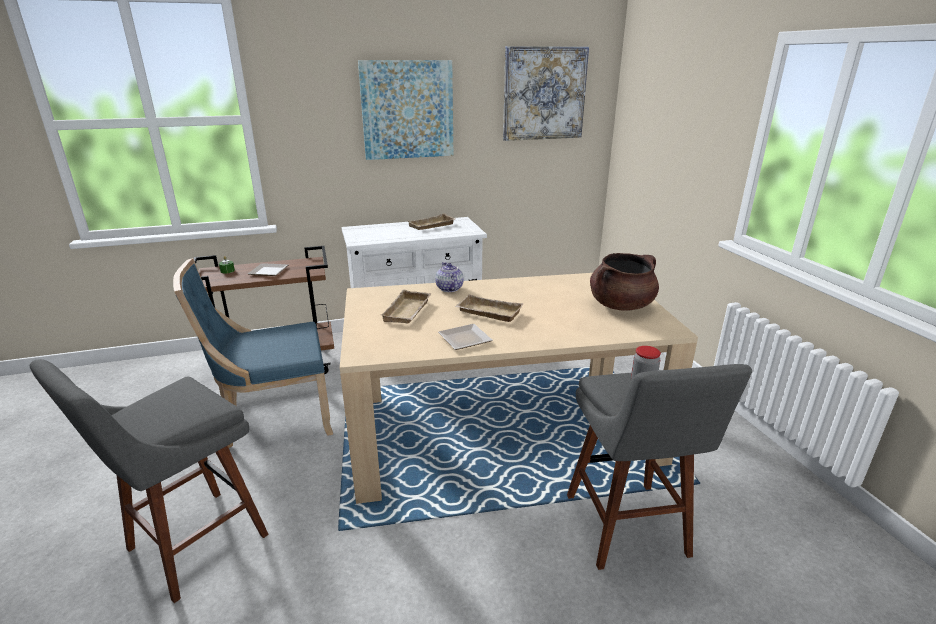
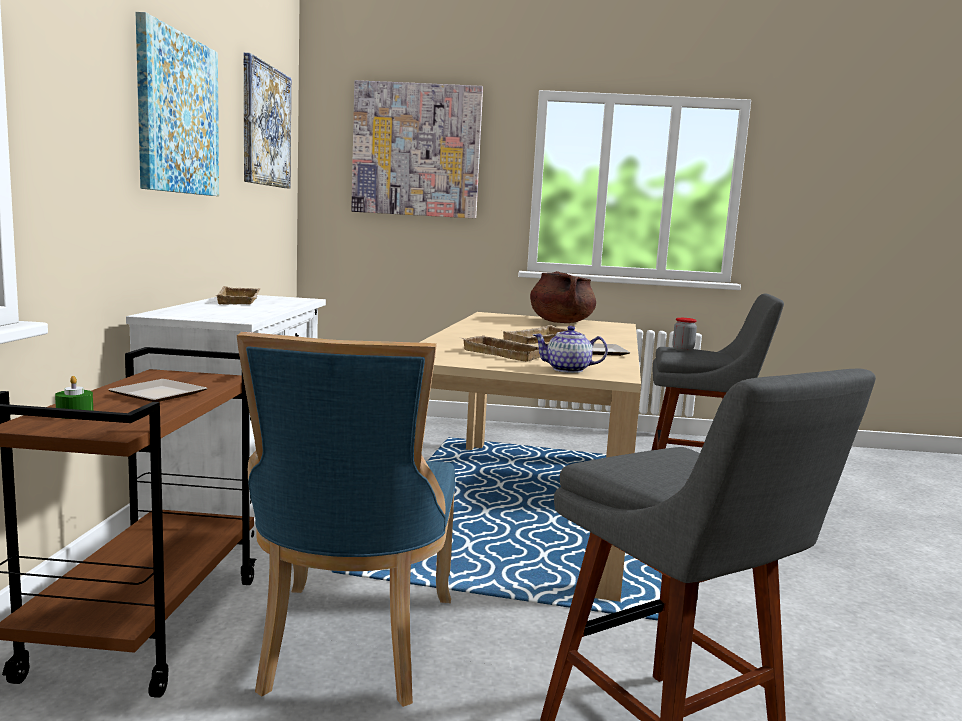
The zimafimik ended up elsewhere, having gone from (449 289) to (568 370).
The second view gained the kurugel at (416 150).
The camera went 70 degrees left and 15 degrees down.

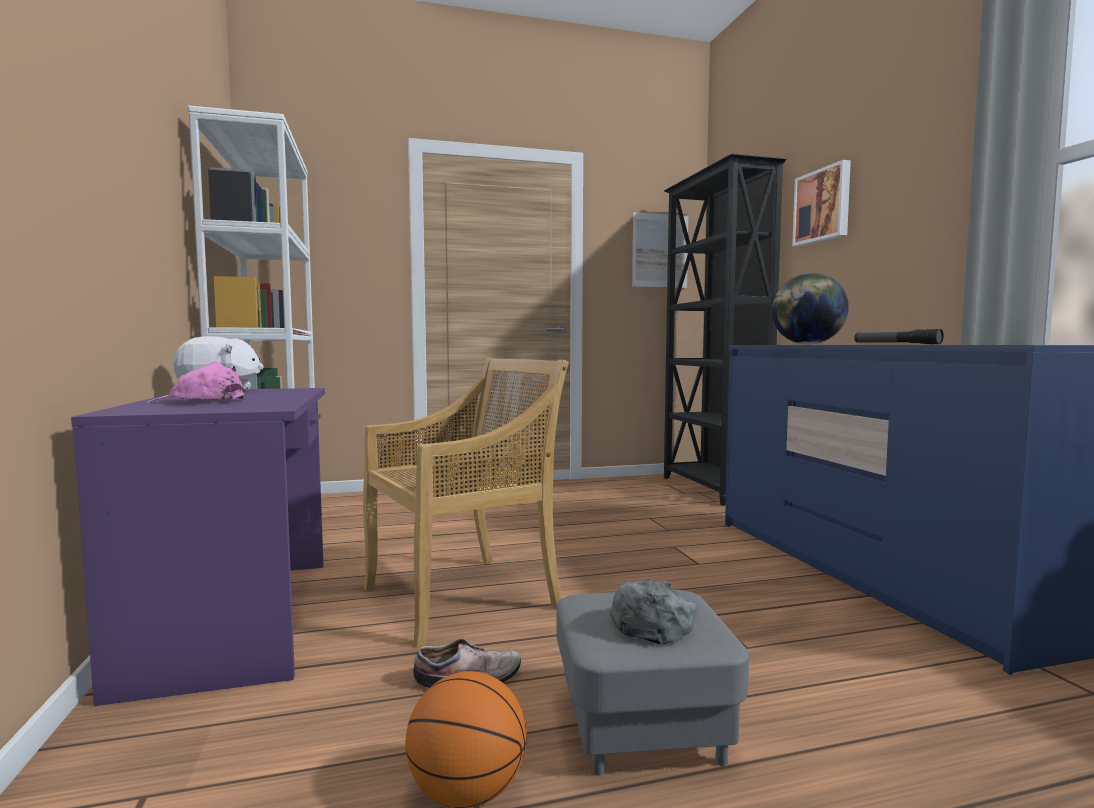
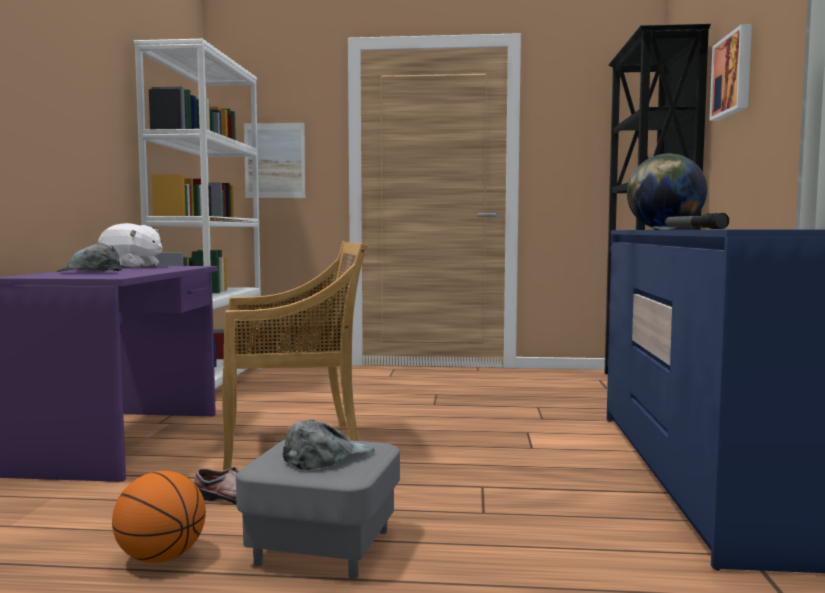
The kurugel ended up elsewhere, having gone from (660 250) to (274 160).
What was the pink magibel at (197 401) turned into the grey magibel at (89 272).
The camera went 20 degrees right and 0 degrees up.

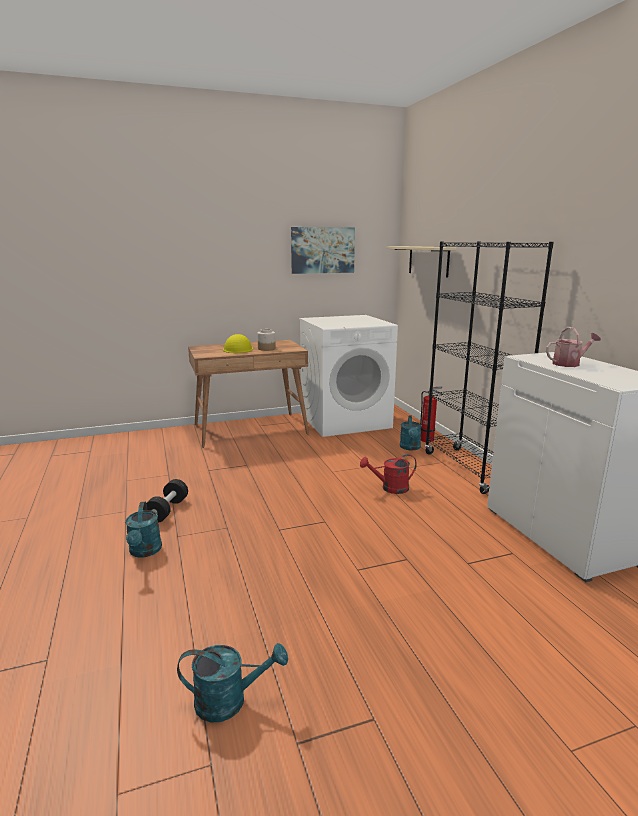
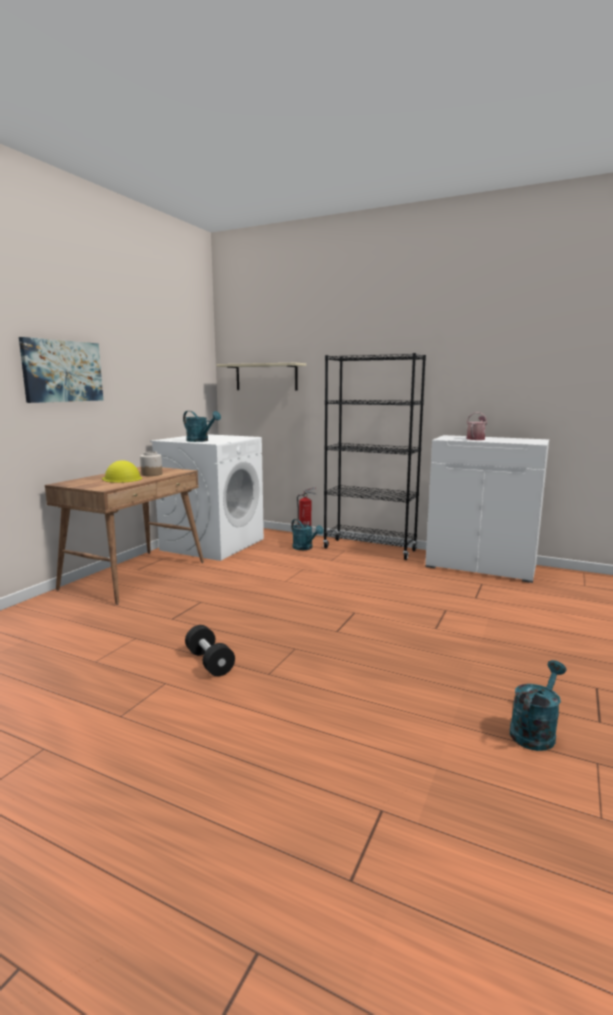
The kurugel ended up elsewhere, having gone from (322 250) to (62 371).
The second view lost the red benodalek at (390 488).
The turquoise benodalek ended up elsewhere, having gone from (145 552) to (200 441).
The camera went 45 degrees left and 5 degrees down.

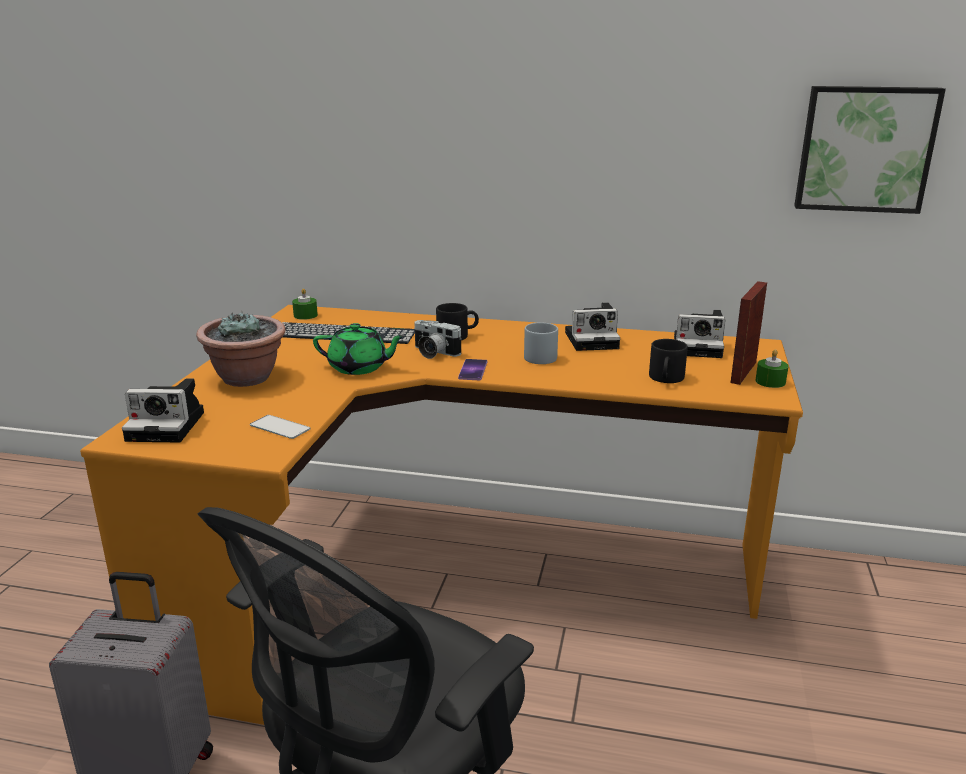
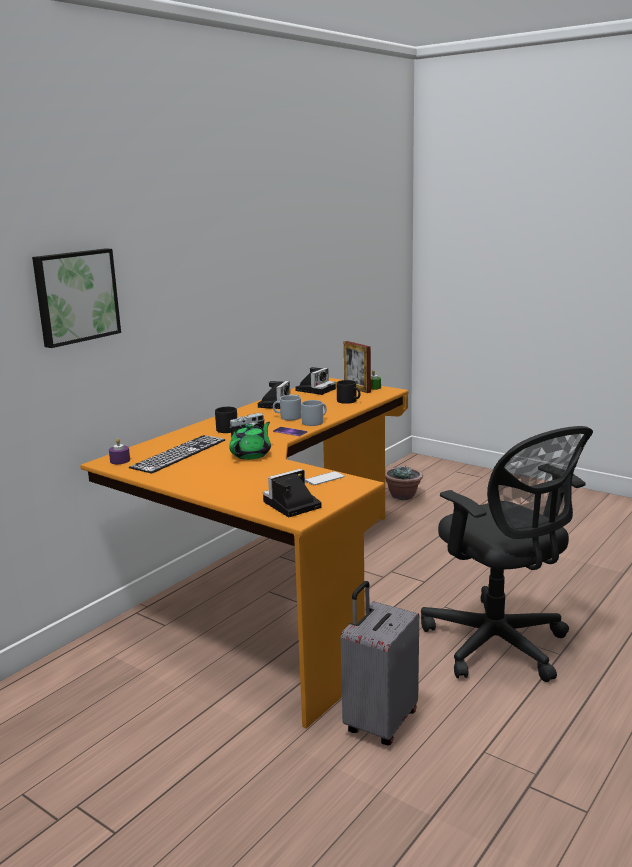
The kurugel ended up elsewhere, having gone from (864 149) to (75 296).
What was the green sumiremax at (305 315) turned into the purple sumiremax at (120 460).
The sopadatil ended up elsewhere, having gone from (247 378) to (403 496).
The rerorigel at (169 426) ended up facing another way, 150 degrees counterclockwise from before.
The second view gained the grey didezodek at (315 421).
The camera went 65 degrees left and 5 degrees down.

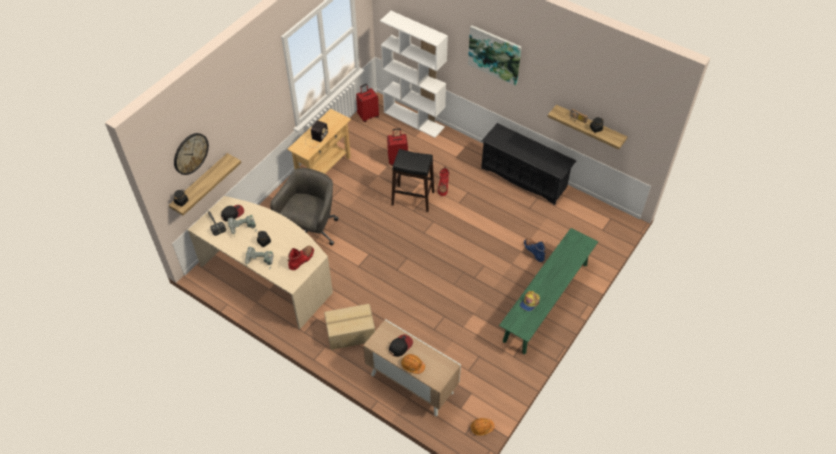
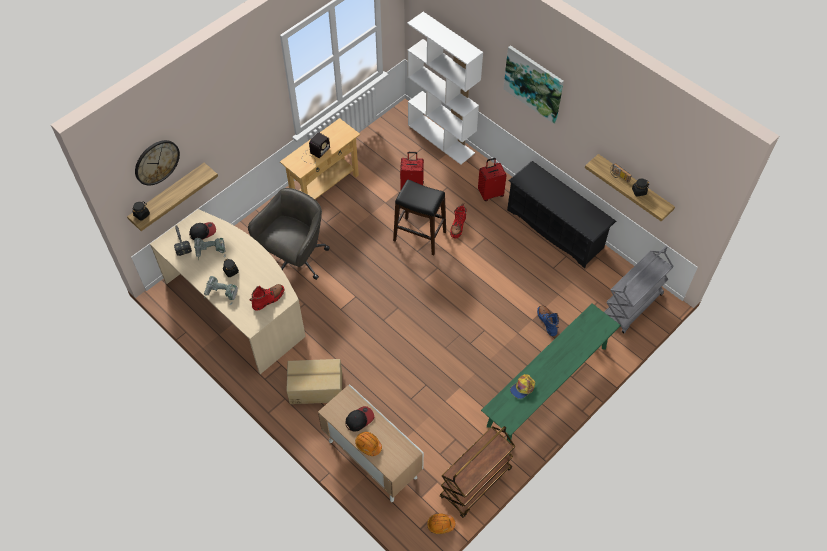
The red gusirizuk ended up elsewhere, having gone from (368 116) to (490 193).
The second view gained the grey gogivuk at (632 306).
The second view gained the brown gogivuk at (476 483).
The camera went 10 degrees right and 5 degrees up.

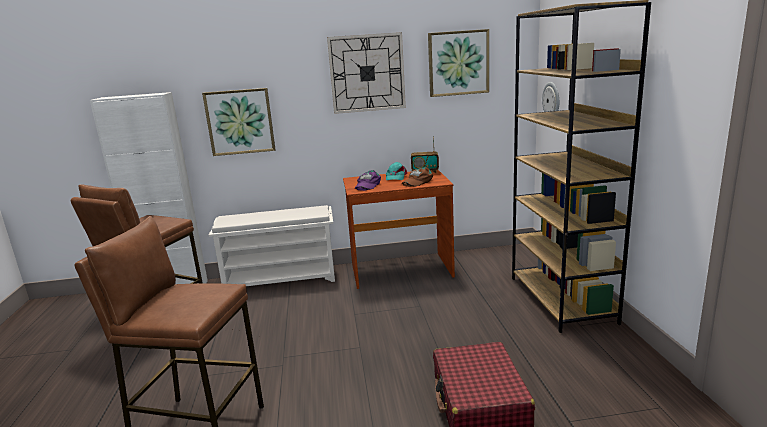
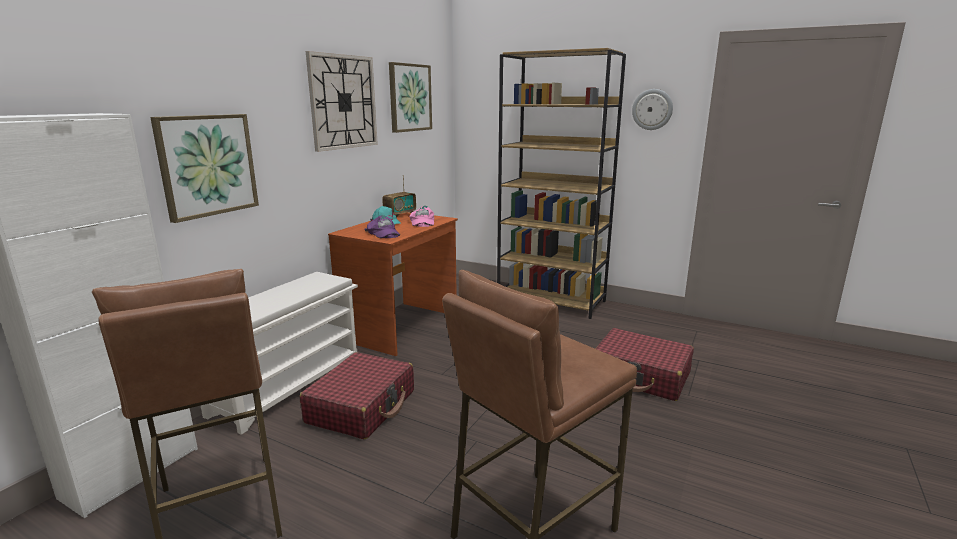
The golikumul ended up elsewhere, having gone from (552 100) to (652 109).
What was the brown magibel at (417 182) turned into the pink magibel at (422 222).
The second view gained the red gusirizuk at (362 407).
The camera went 55 degrees left and 0 degrees up.

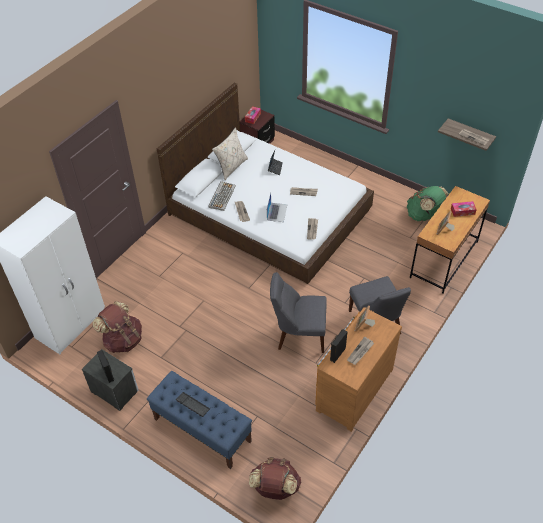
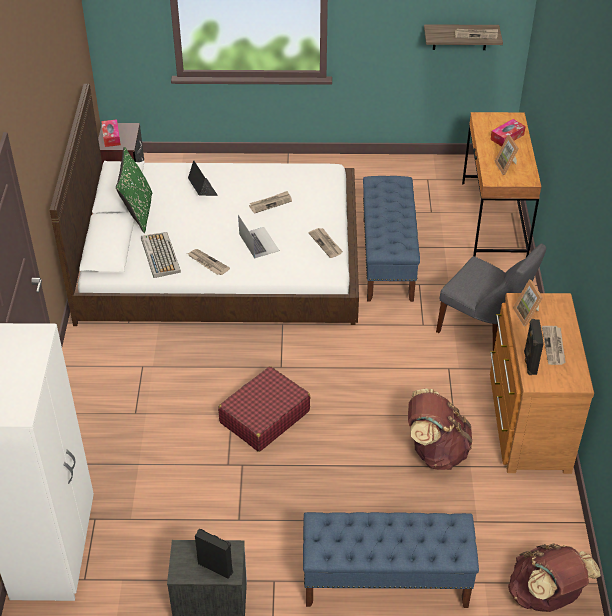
What was the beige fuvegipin at (231 167) turned into the green fuvegipin at (137 212).
The second view lost the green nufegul at (423 215).
The second view lost the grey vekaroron at (299 335).
The brown nufegul ended up elsewhere, having gone from (123 340) to (435 451).
The second view lost the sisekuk at (192 405).
The second view gained the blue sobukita at (387 258).
The second view gained the red gusirizuk at (264 417).
The camera went 35 degrees left and 5 degrees down.

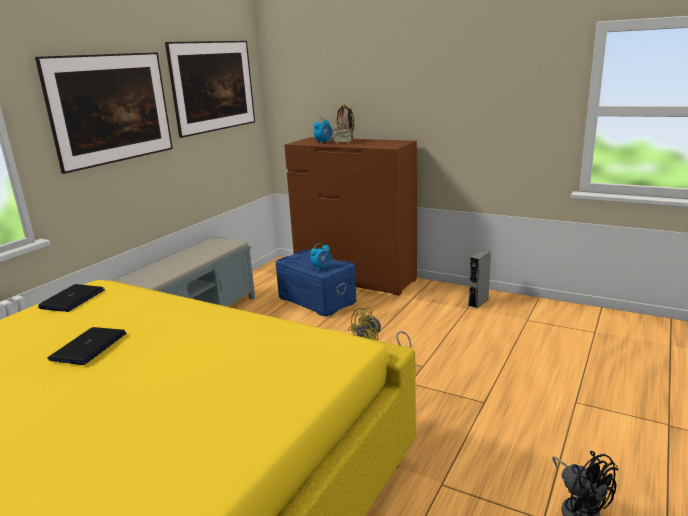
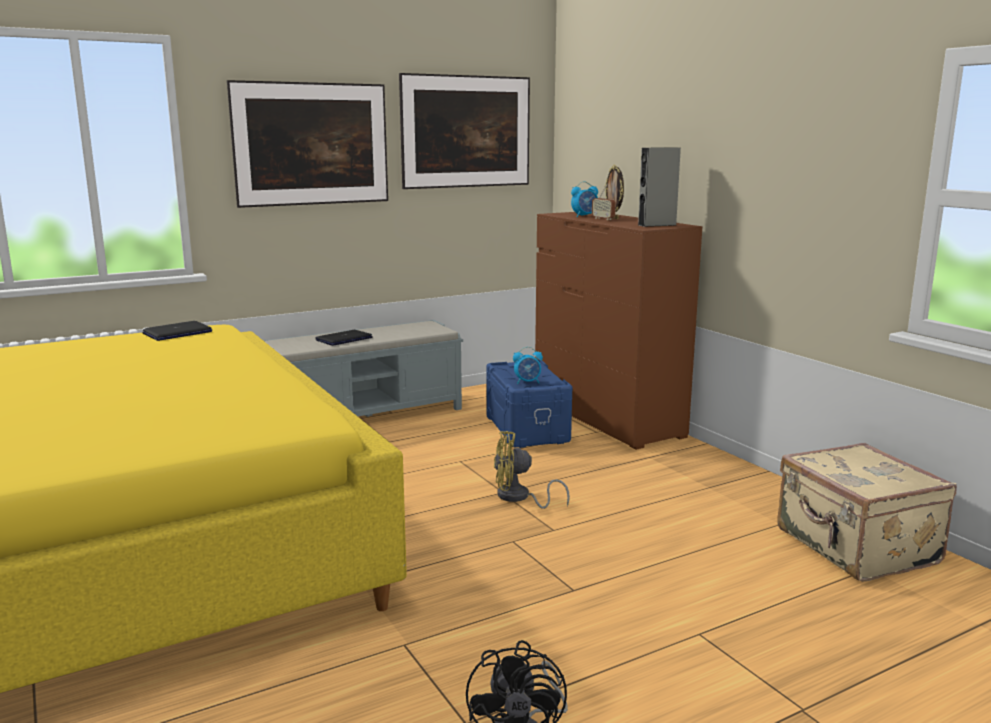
The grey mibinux ended up elsewhere, having gone from (478 302) to (657 225).
The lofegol ended up elsewhere, having gone from (89 347) to (344 339).
The second view gained the beige gusirizuk at (855 547).
The camera went 30 degrees right and 5 degrees down.

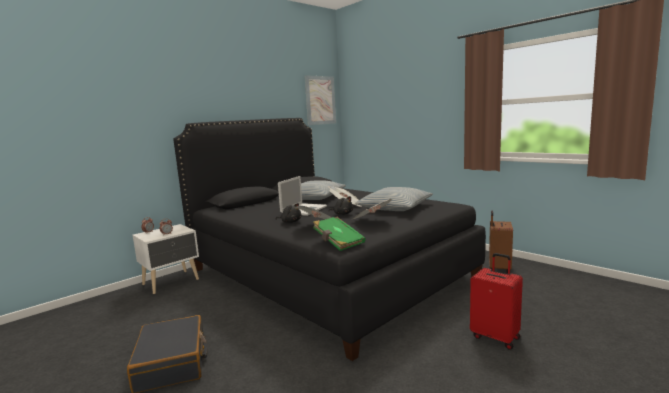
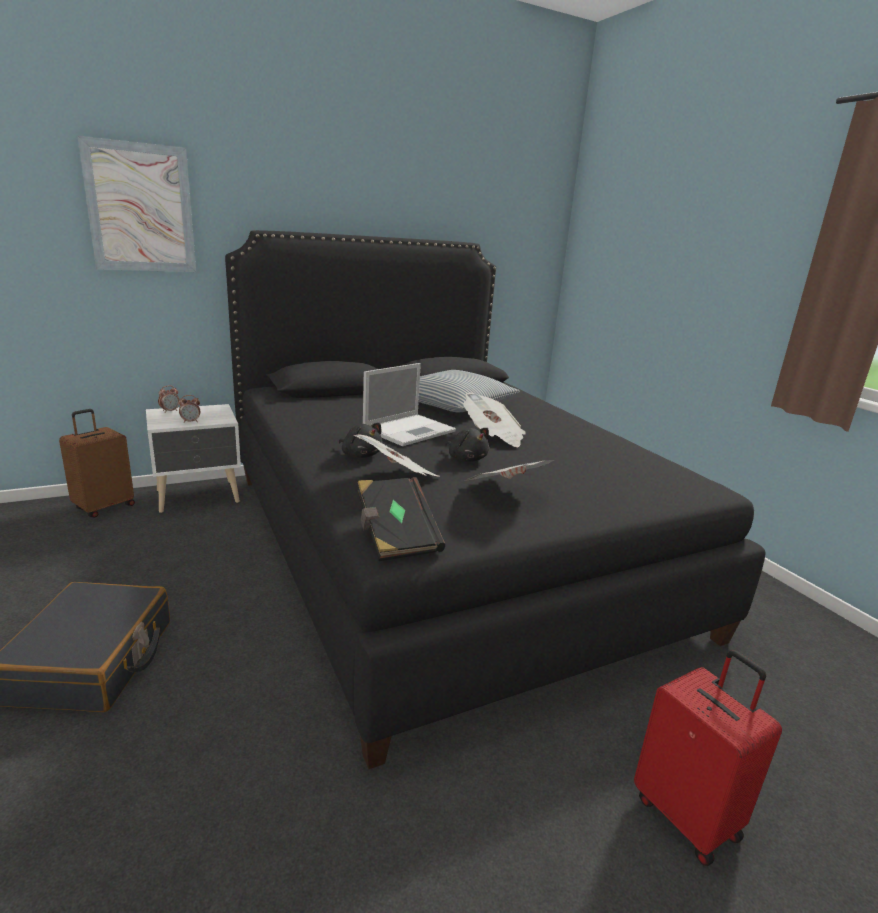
The kurugel ended up elsewhere, having gone from (320 100) to (140 208).
The second view lost the fuvegipin at (394 207).
The brown gusirizuk ended up elsewhere, having gone from (498 268) to (104 507).
What was the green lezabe at (338 242) turned into the black lezabe at (396 535).
The camera went 15 degrees right and 10 degrees up.

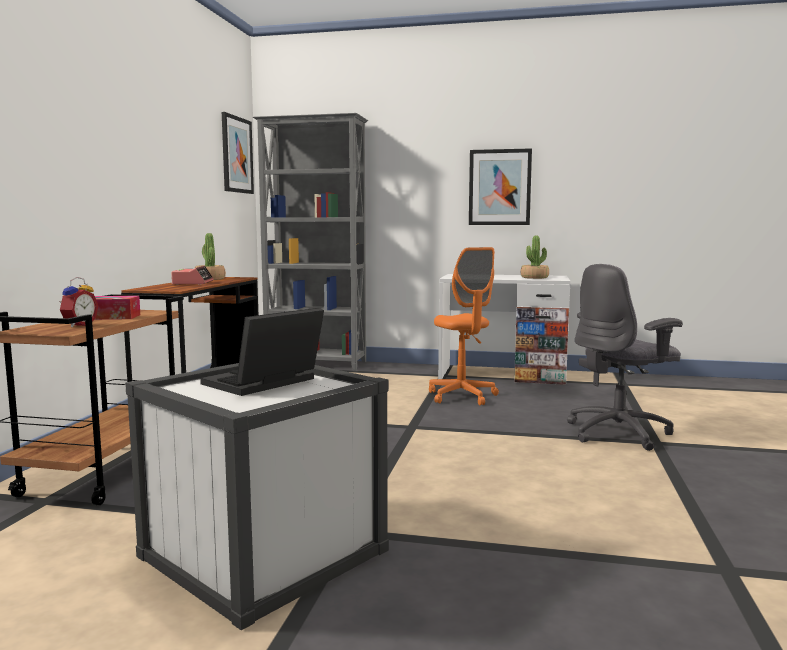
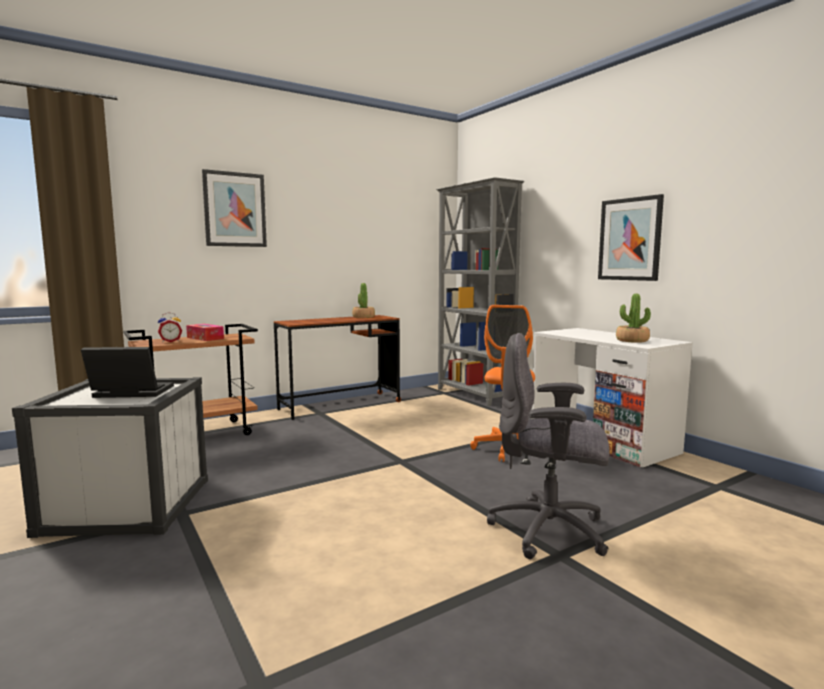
The kurugel ended up elsewhere, having gone from (236 155) to (235 209).
The second view lost the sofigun at (193 283).
The camera went 45 degrees right and 0 degrees up.

